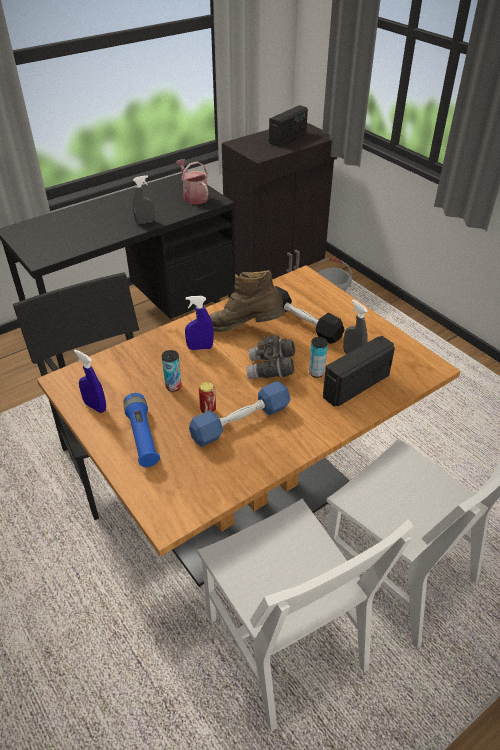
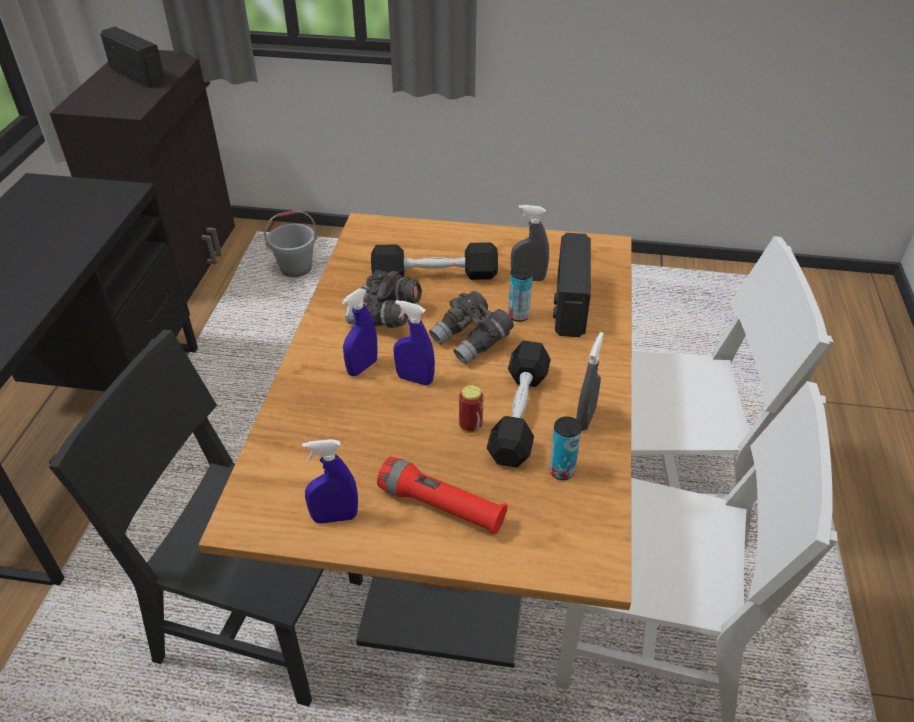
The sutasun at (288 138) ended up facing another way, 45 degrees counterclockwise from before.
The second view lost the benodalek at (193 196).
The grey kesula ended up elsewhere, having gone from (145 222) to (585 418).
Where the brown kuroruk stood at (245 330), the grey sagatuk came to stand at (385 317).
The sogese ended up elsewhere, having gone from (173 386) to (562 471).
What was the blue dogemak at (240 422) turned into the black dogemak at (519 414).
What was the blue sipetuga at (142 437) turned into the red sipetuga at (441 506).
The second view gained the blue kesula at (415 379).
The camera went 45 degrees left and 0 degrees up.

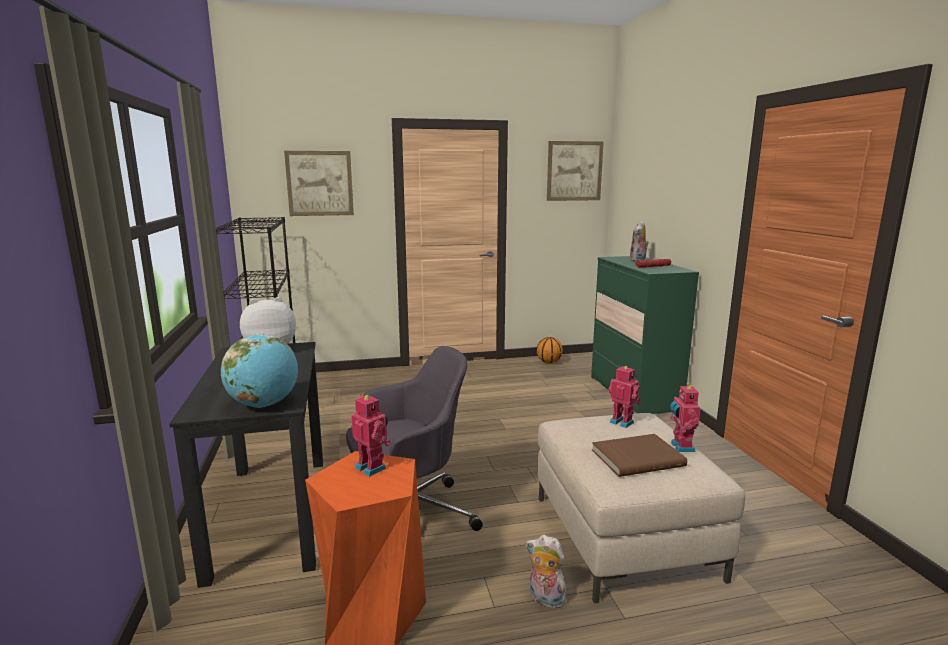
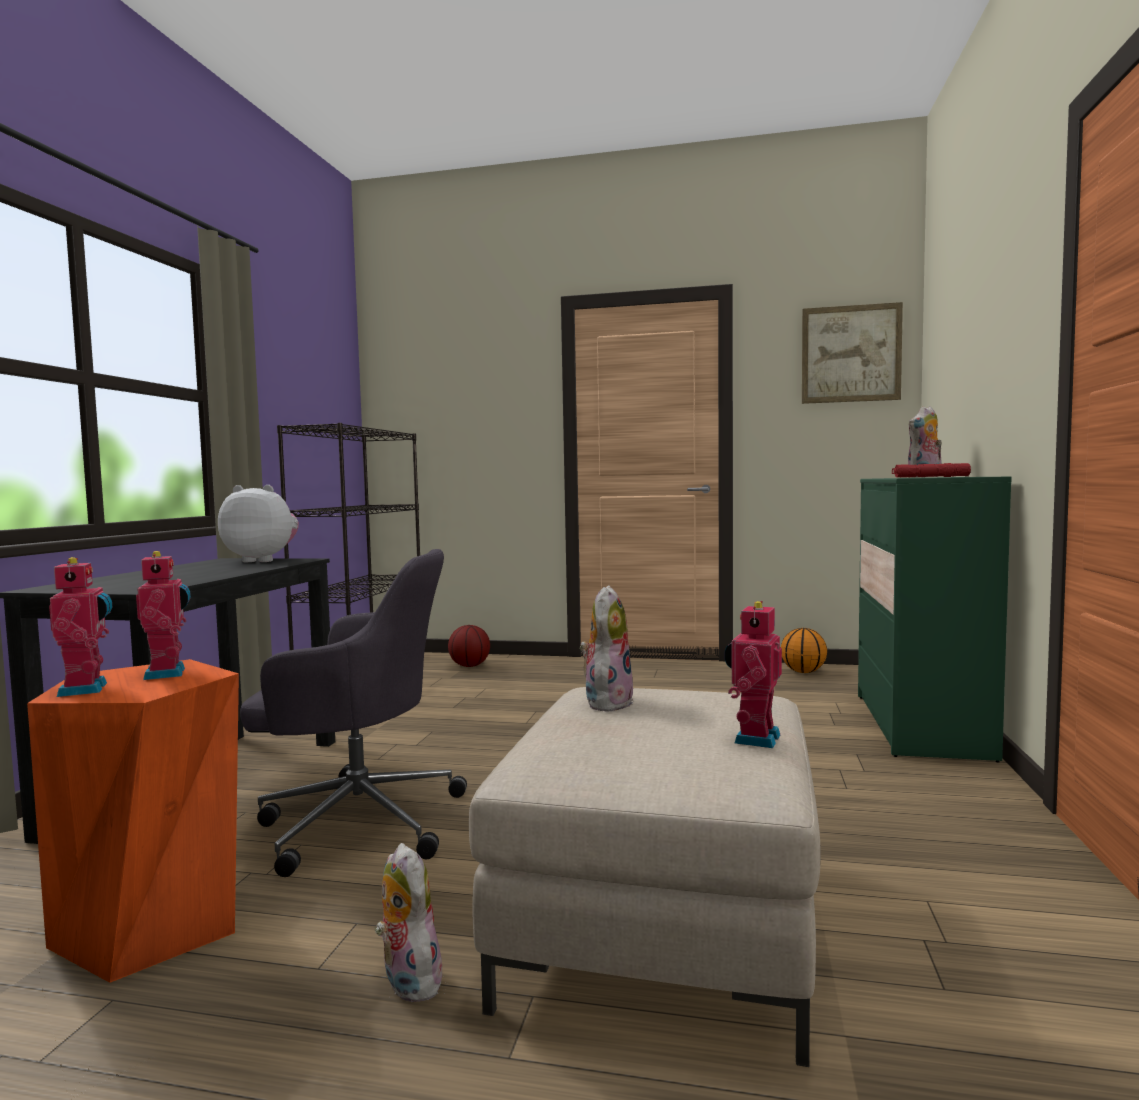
The second view lost the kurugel at (320 183).
The second view lost the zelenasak at (264 404).
The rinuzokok ended up elsewhere, having gone from (622 422) to (87 689).
The second view lost the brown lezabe at (636 457).
The second view gained the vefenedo at (606 702).
The second view gained the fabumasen at (469 666).
The camera went 25 degrees right and 10 degrees down.

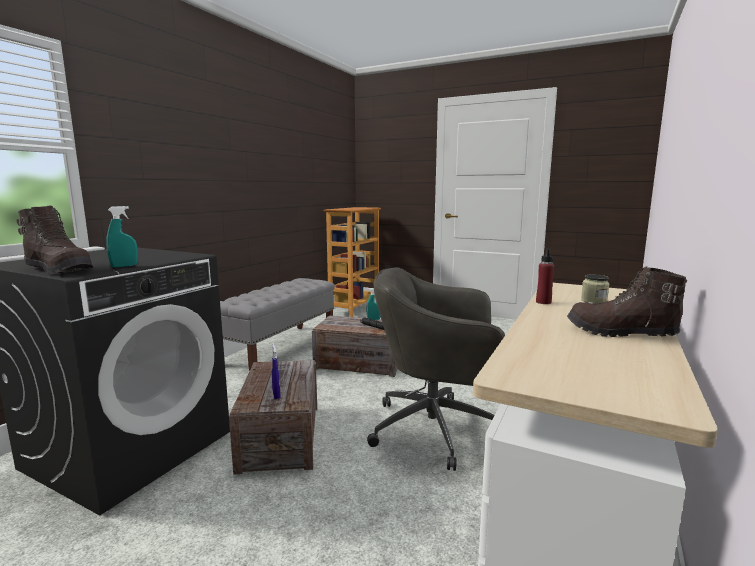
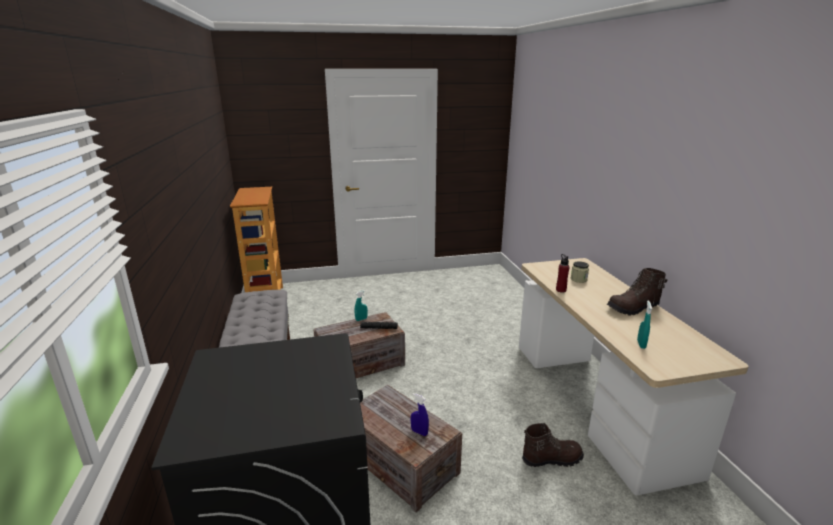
The brown kuroruk ended up elsewhere, having gone from (60 270) to (551 459).
The turquoise kesula ended up elsewhere, having gone from (124 266) to (641 344).
The second view lost the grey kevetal at (437 429).
The camera went 40 degrees left and 10 degrees up.

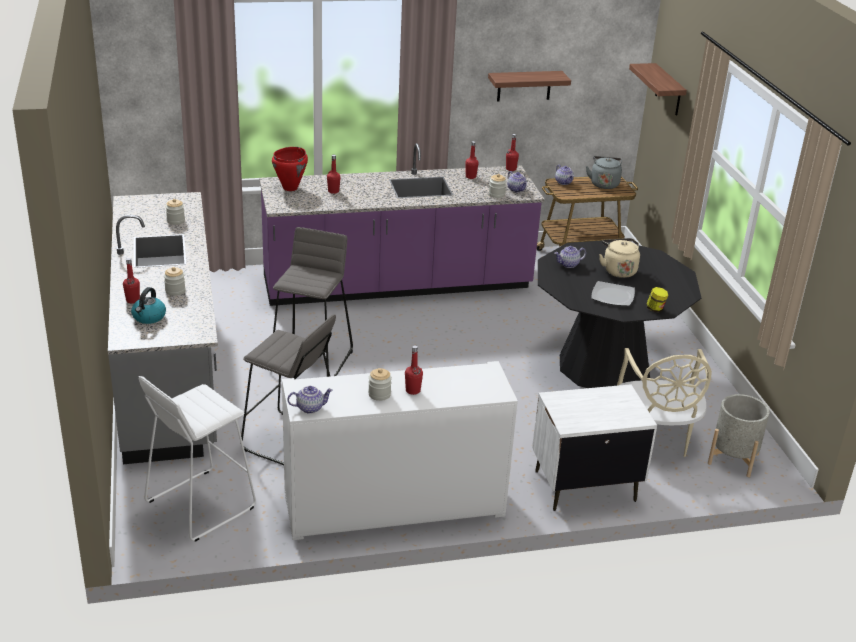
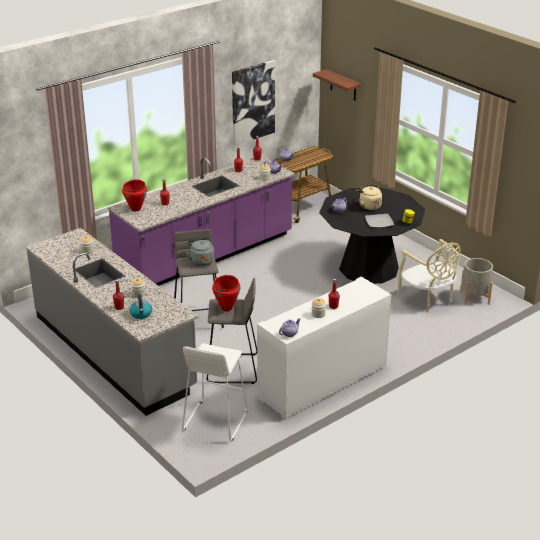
Where the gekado hung at (524 86), the kurugel came to hang at (252 102).
The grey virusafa ended up elsewhere, having gone from (604 184) to (201 261).
The second view lost the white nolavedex at (584 486).
The second view gained the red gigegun at (227 308).
The camera went 25 degrees left and 0 degrees up.

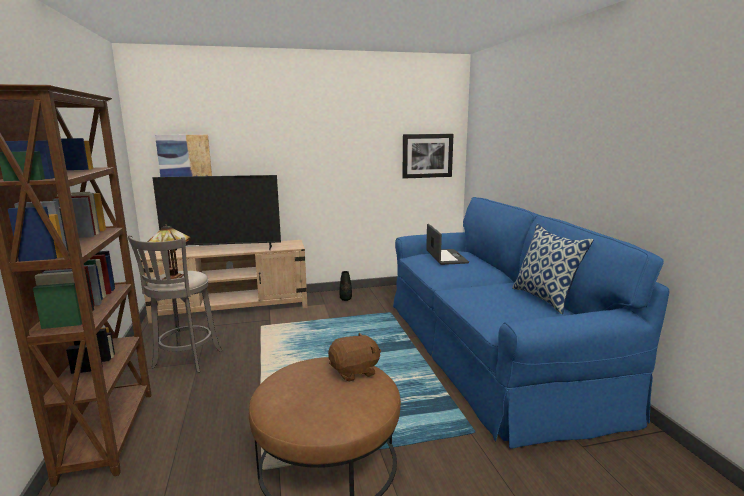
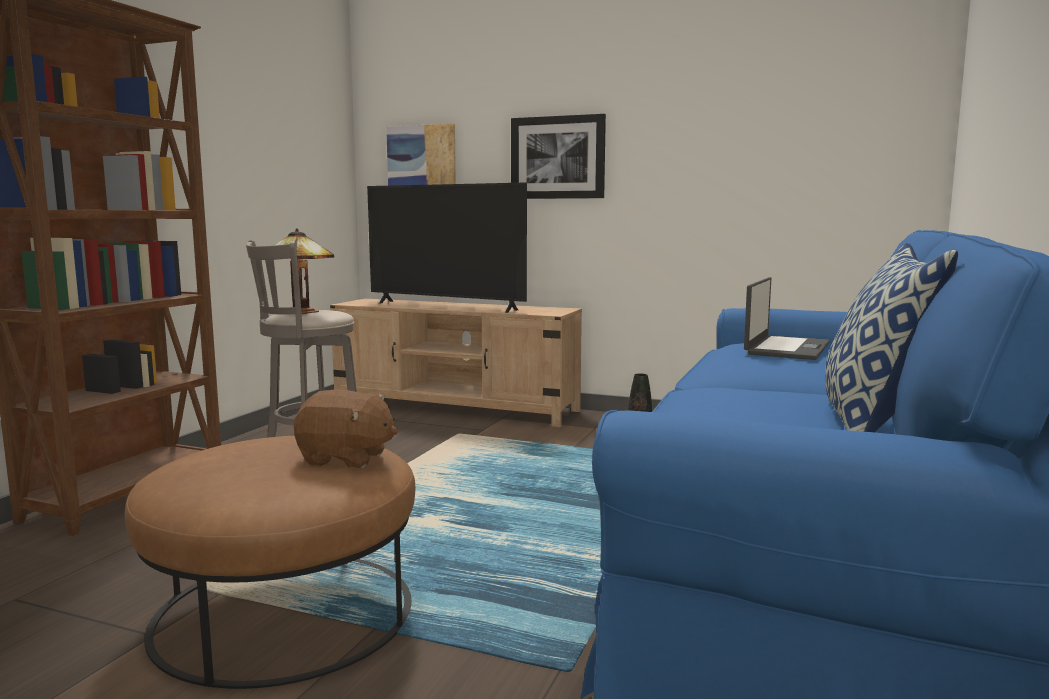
The kurugel ended up elsewhere, having gone from (427 156) to (557 157).
The camera went 35 degrees right and 5 degrees down.

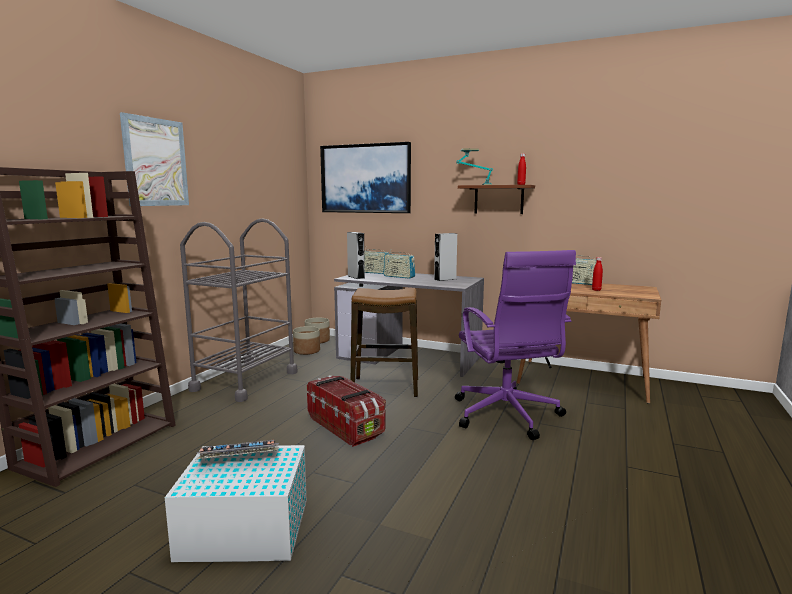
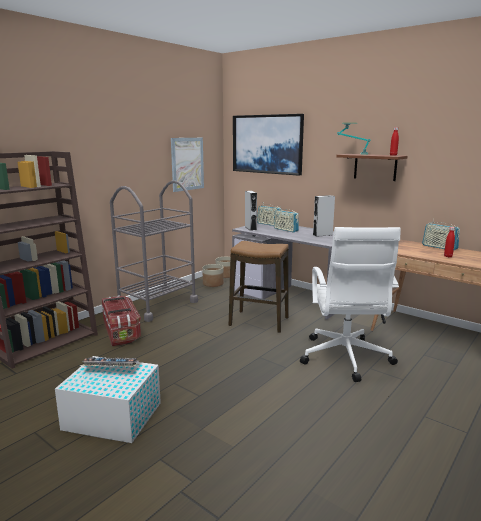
The kurugel ended up elsewhere, having gone from (155 162) to (187 164).
What was the purple kevetal at (507 416) turned into the white kevetal at (345 358).
The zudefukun ended up elsewhere, having gone from (346 426) to (121 332).
The camera went 15 degrees right and 5 degrees up.

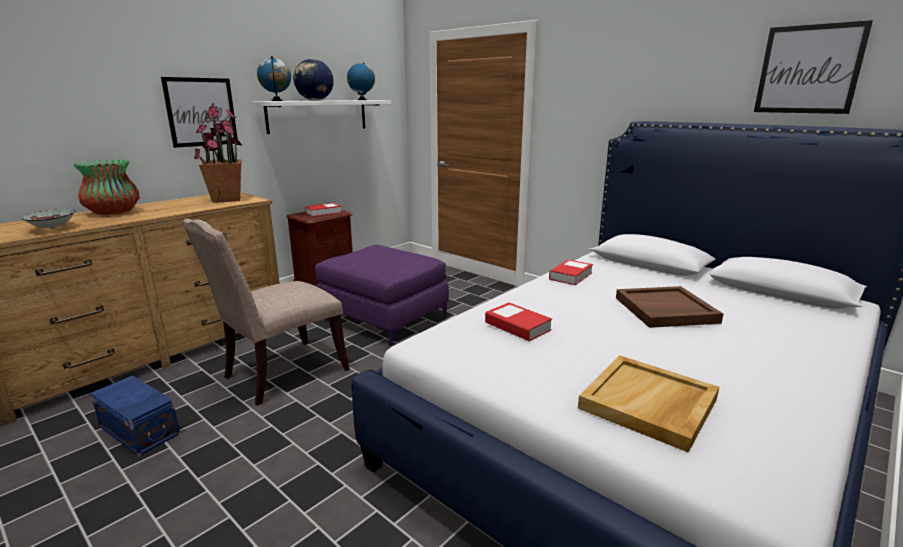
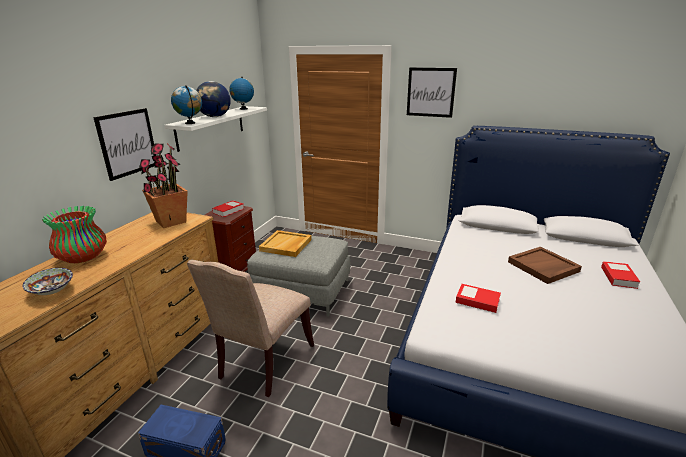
The kurugel ended up elsewhere, having gone from (809 69) to (430 92).
What was the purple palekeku at (385 317) turned into the grey palekeku at (303 290).
The lezabe ended up elsewhere, having gone from (570 276) to (618 277).
The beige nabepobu ended up elsewhere, having gone from (649 404) to (286 245).
The camera went 20 degrees left and 5 degrees up.

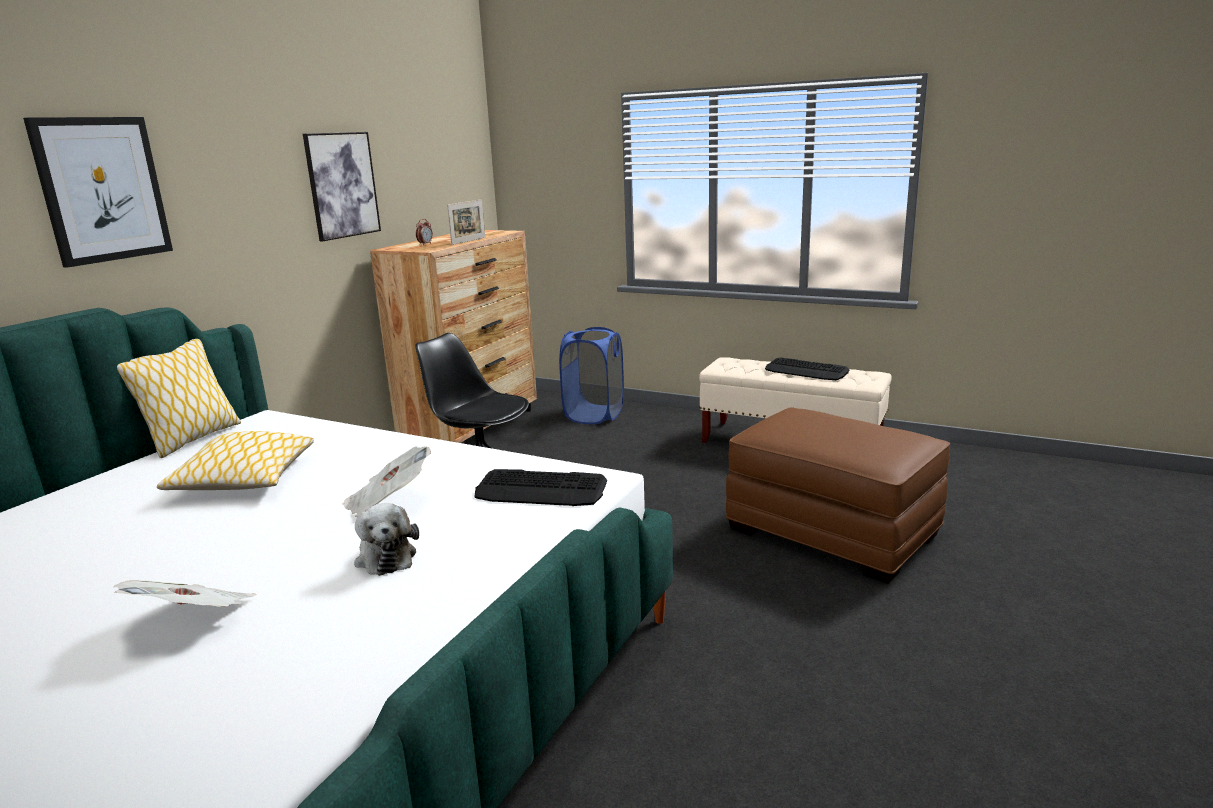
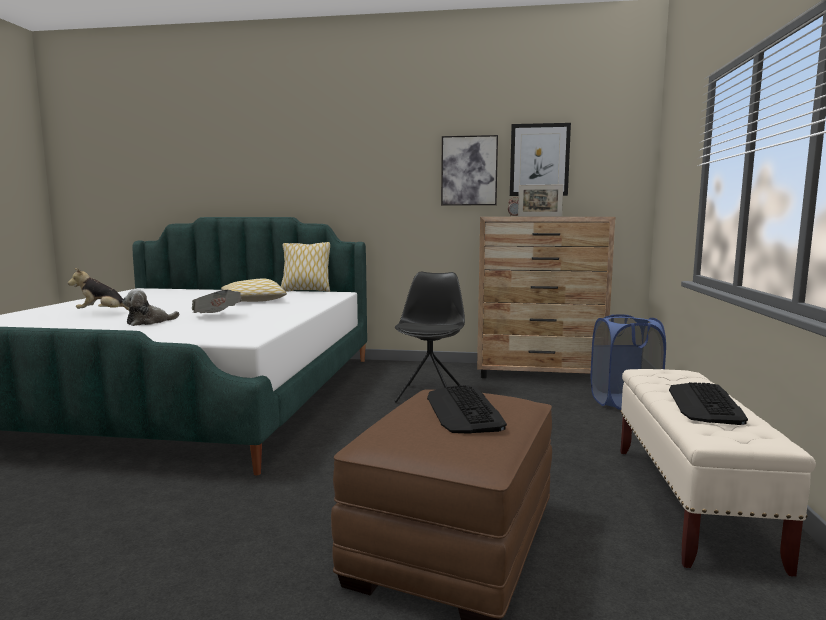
The kurugel ended up elsewhere, having gone from (102 189) to (539 160).
The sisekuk ended up elsewhere, having gone from (541 490) to (463 410).
Where the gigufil stood at (195 619), the vefenedo came to stand at (104 313).
The camera went 70 degrees right and 10 degrees down.

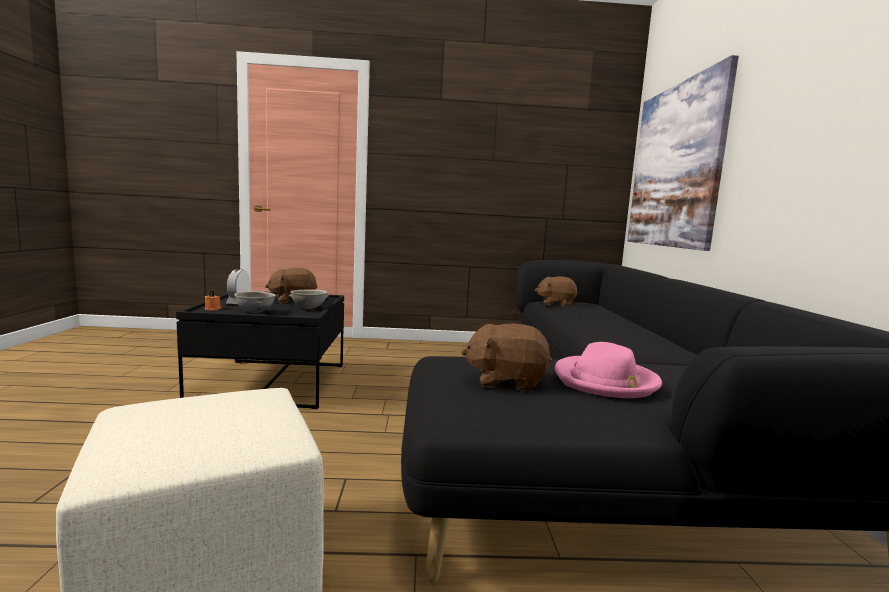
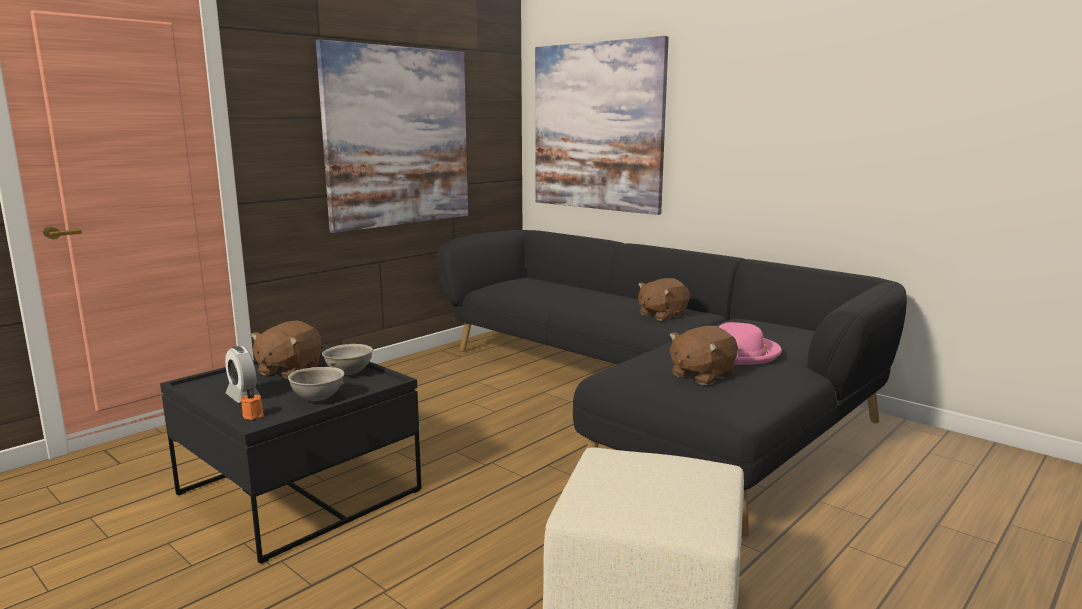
The brown vefenedo ended up elsewhere, having gone from (556 304) to (661 315).
The second view gained the kurugel at (398 137).
The camera went 45 degrees left and 5 degrees up.

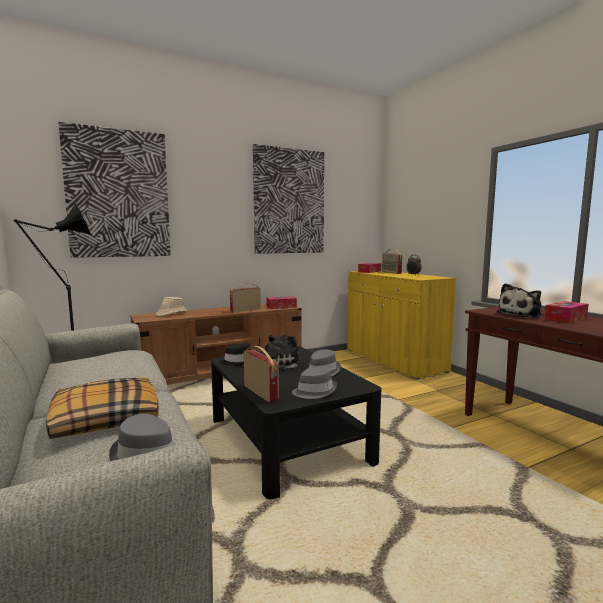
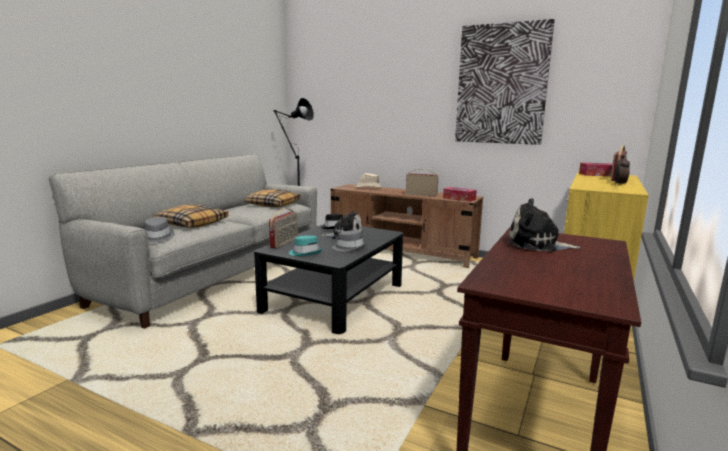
The second view lost the kurugel at (118 194).
The second view lost the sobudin at (565 318).
What was the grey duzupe at (314 391) turned into the turquoise duzupe at (305 253).
The second view gained the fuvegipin at (272 205).
The camera went 55 degrees right and 5 degrees up.

